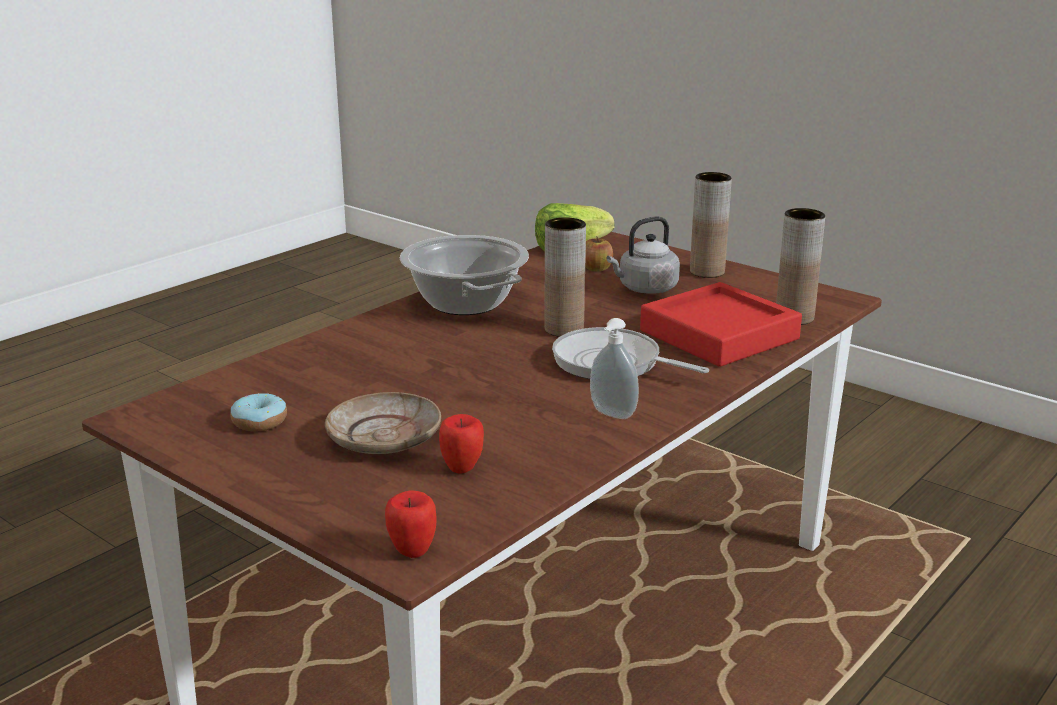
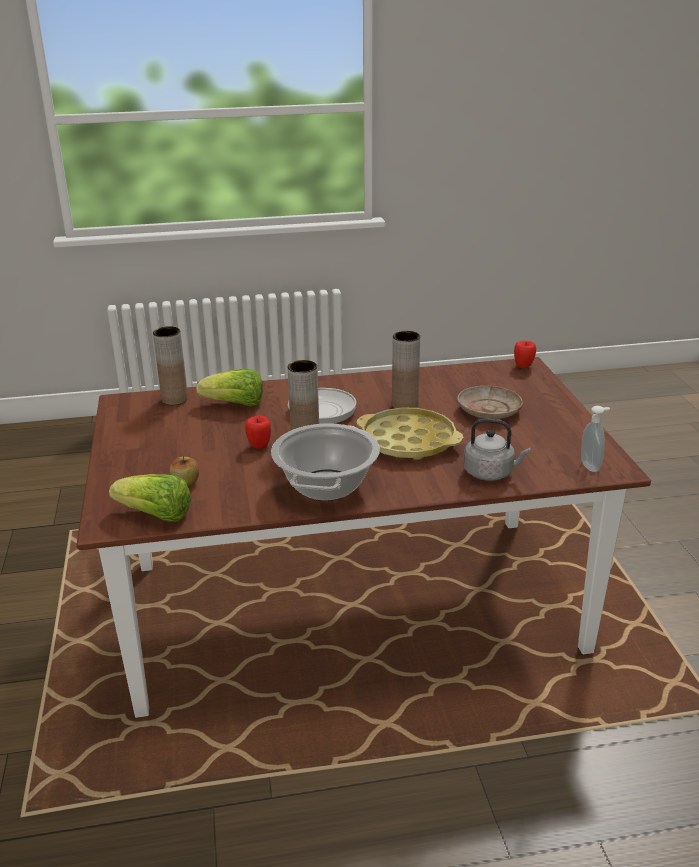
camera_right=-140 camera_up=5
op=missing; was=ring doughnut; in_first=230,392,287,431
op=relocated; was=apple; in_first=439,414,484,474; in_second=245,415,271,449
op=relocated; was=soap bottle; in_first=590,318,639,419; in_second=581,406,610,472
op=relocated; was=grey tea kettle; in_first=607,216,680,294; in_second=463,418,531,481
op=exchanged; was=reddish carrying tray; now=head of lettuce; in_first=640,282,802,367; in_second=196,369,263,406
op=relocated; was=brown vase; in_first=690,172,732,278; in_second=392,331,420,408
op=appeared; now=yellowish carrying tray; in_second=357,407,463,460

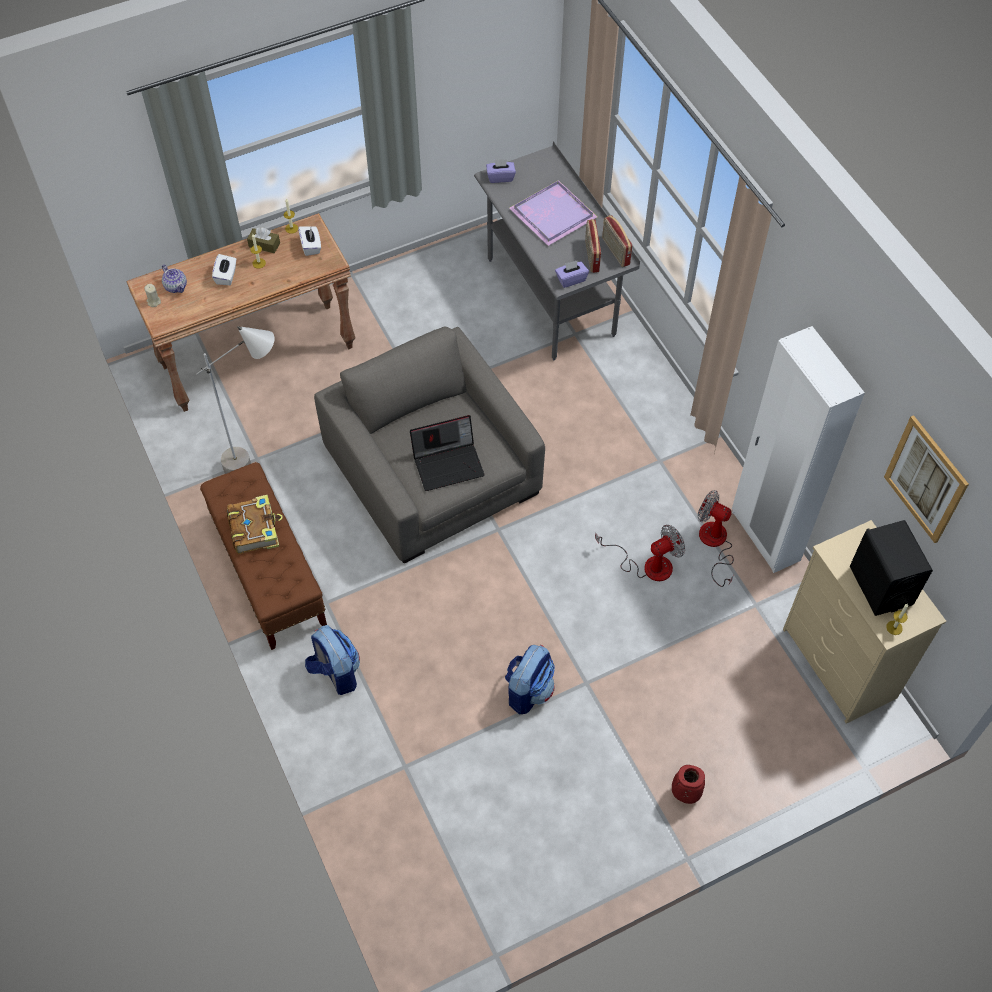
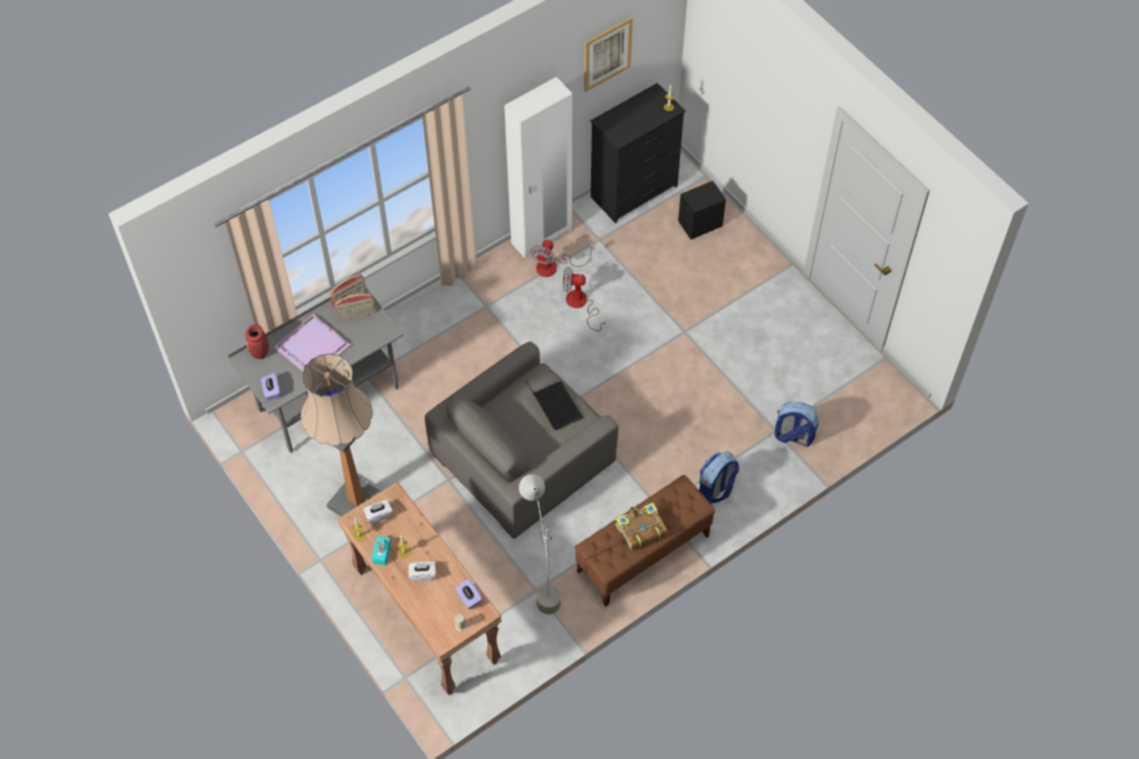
camera_right=-100 camera_up=0
op=missing; was=pot for tea; in_first=162,265,187,293
op=colour; was=brown tissue box; now=blue-green tissue box; in_first=247,227,280,253; in_second=372,536,391,565
op=relocated; was=knapsack; in_first=505,645,555,714; in_second=775,402,819,447
op=relocated; was=purple-coloured tissue box; in_first=555,261,589,288; in_second=455,578,482,609
op=spun; was=electric fan; in_first=595,525,685,581; in_second=563,266,606,331; clockwise=-45
op=relocated; was=reddish vase; in_first=672,765,705,804; in_second=246,324,269,359
op=colour; was=beige drawer chest; now=blackish drawer chest; in_first=783,520,946,724; in_second=591,83,685,224
op=relocated; was=blackish loudspeaker; in_first=850,520,933,616; in_second=678,181,726,239
op=appeared; now=standard lamp; in_second=301,353,382,516

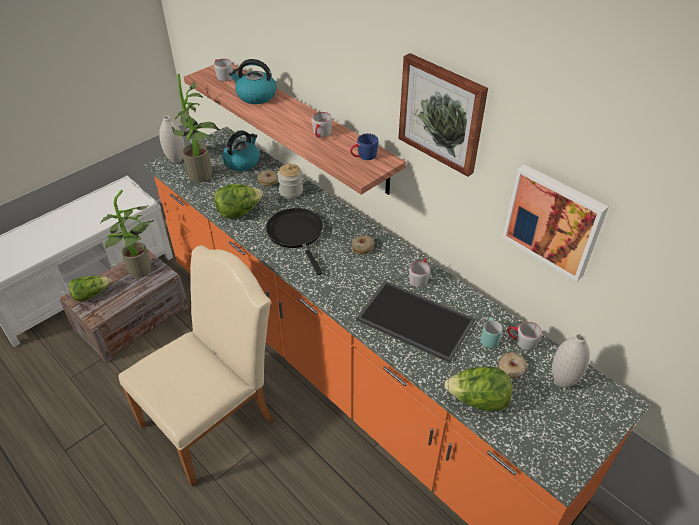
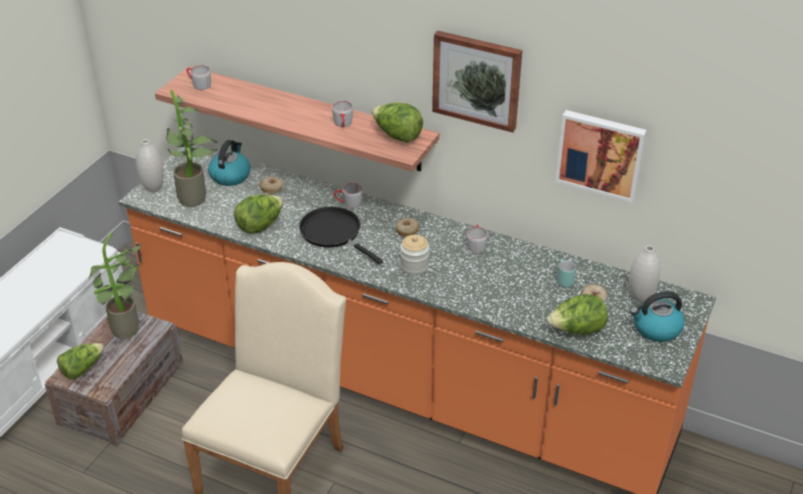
camera_right=-20 camera_up=-5
op=relocated; was=tea kettle; in_first=229,59,277,104; in_second=630,291,685,342
op=relocated; was=preserve jar; in_first=278,164,303,198; in_second=400,235,429,276
op=exchanged; was=blue-coloured tea mug; now=head of lettuce; in_first=350,133,379,160; in_second=372,103,423,143
op=missing; was=carrying tray; in_first=356,281,475,363
op=relocated; was=grey tea mug; in_first=507,321,542,350; in_second=334,183,363,208

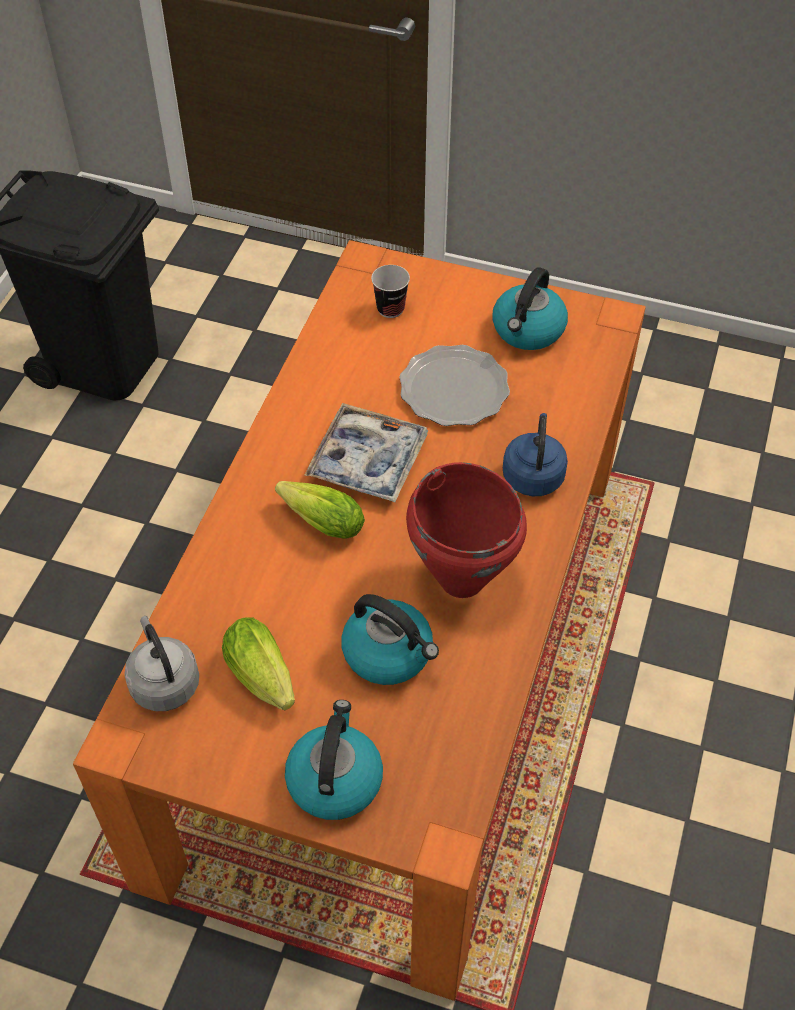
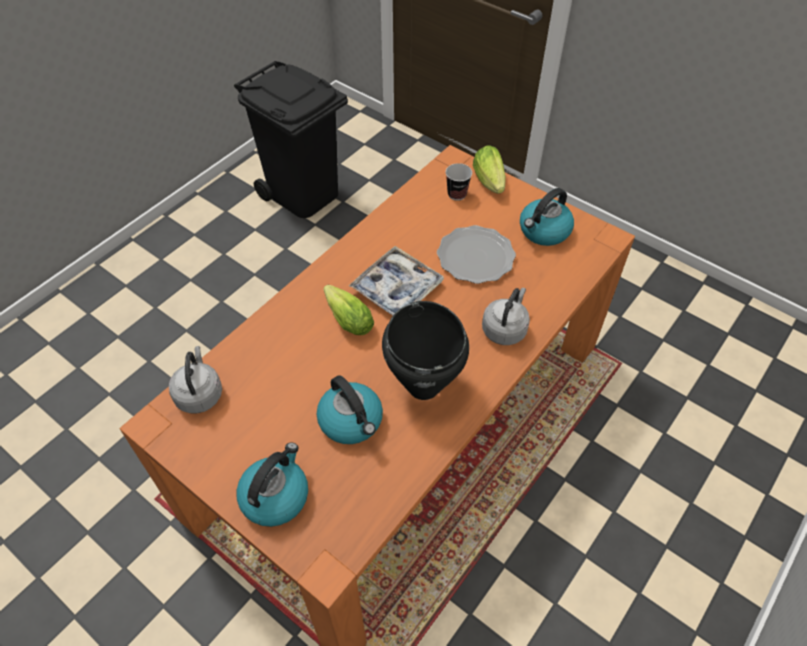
camera_right=20 camera_up=0
op=relocated; was=head of lettuce; in_first=222,617,295,710; in_second=473,145,506,194
op=colour; was=reddish saucepot; now=blackish saucepot; in_first=406,462,527,598; in_second=382,301,469,400
op=colour; was=blue-coloured tea kettle; now=grey tea kettle; in_first=503,413,568,496; in_second=482,288,530,345

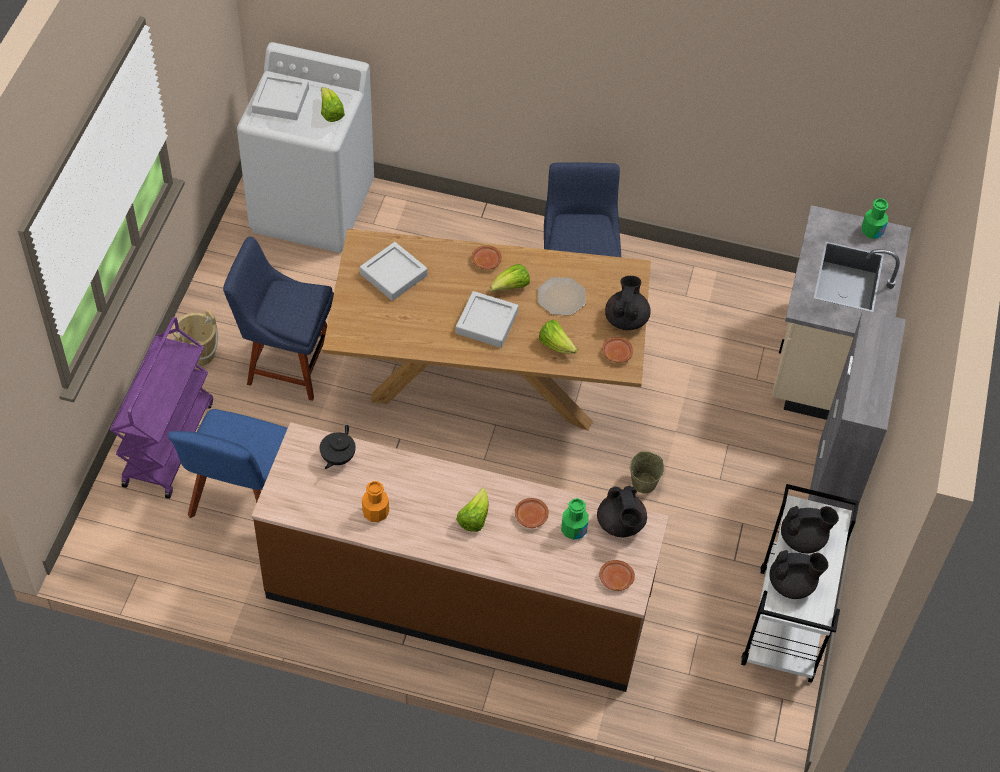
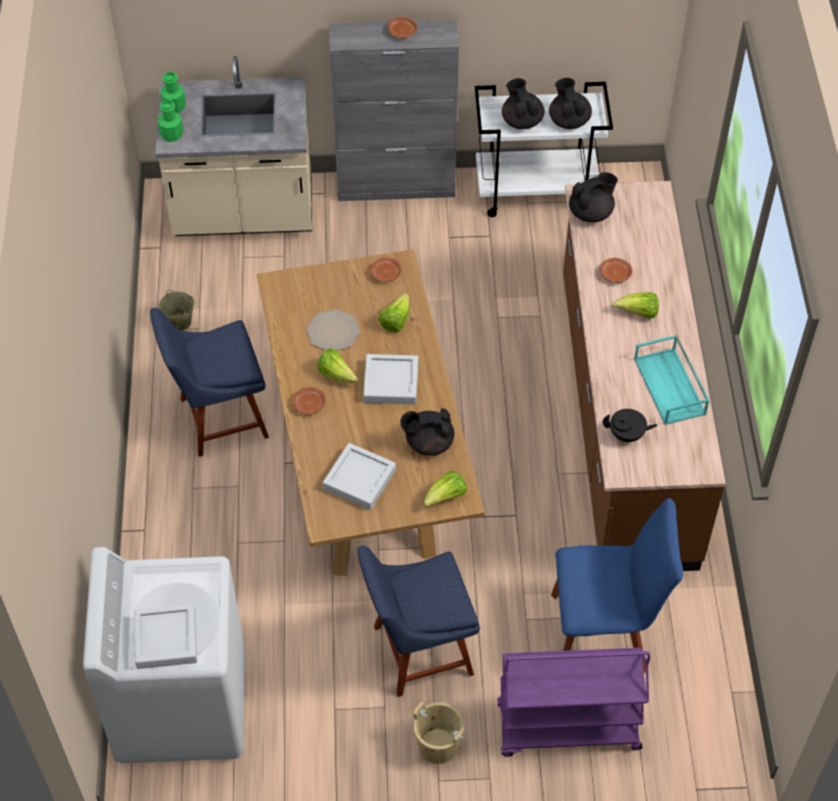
camera_right=-105 camera_up=0
op=spun; was=blue-coloured chair; in_first=223,236,334,401; in_second=357,546,480,697; clockwise=75
op=relocated; was=head of lettuce; in_first=321,87,345,122; in_second=424,471,467,507
op=exchanged; was=orange beverage bottle; now=blue-green carrying tray; in_first=362,481,389,522; in_second=634,335,710,425
op=relocated; was=green-coloured beverage bottle; in_first=561,498,589,540; in_second=158,100,183,142
op=relocated; was=brown plate; in_first=599,560,635,591; in_second=387,17,418,38
op=relocated; was=blackish pot for tea; in_first=605,276,651,330; in_second=400,408,454,456
op=relocated; was=beige pail; in_first=630,451,664,493; in_second=158,290,194,331

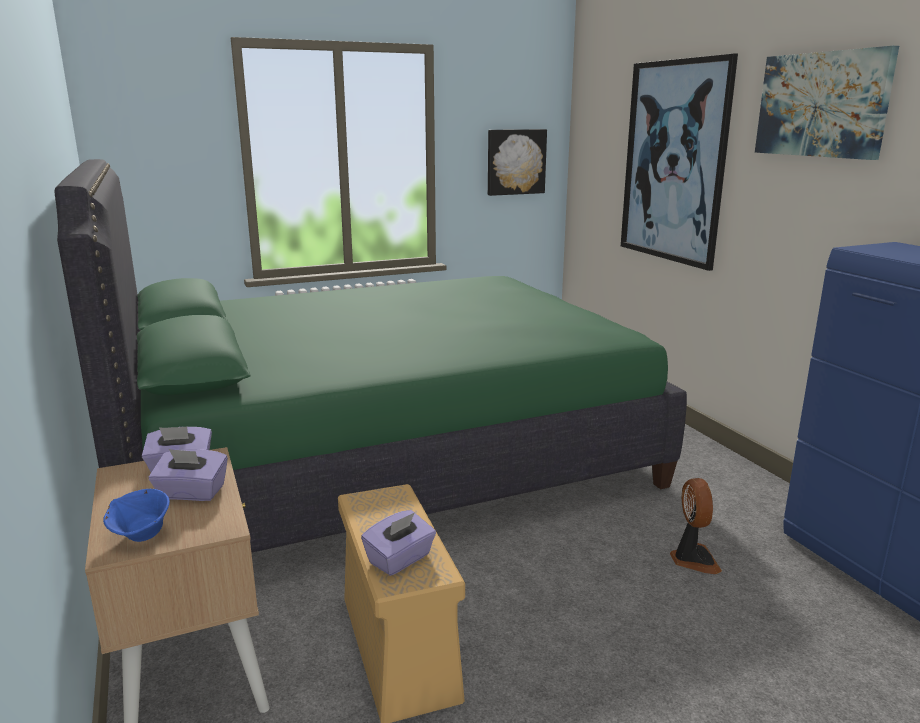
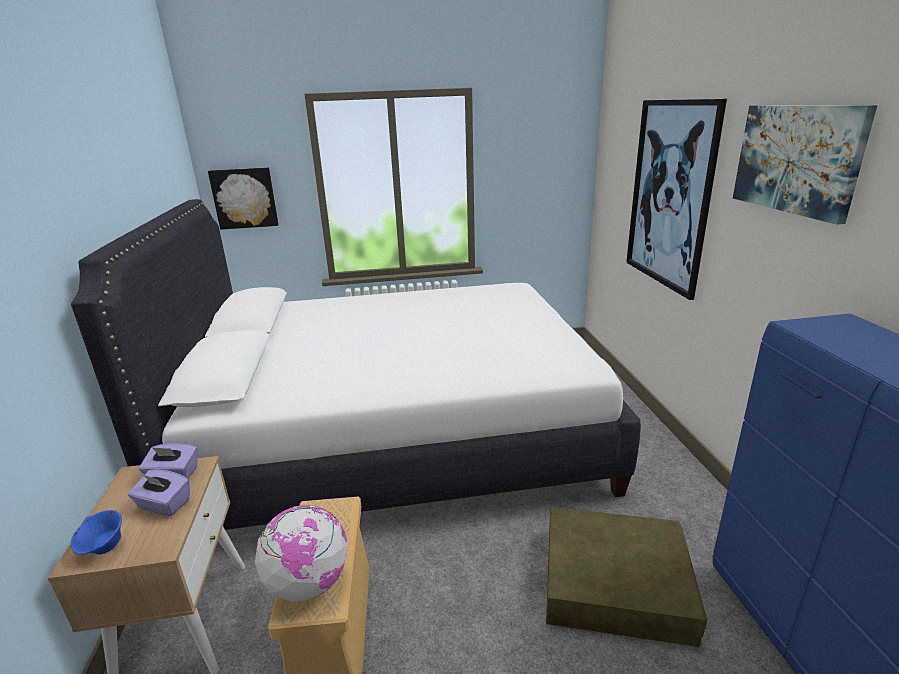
camera_right=15 camera_up=5
op=colour; was=green-coloured sleeping bed; now=white sleeping bed; in_first=54,159,687,553; in_second=71,199,641,530
op=exchanged; was=purple-coloured tissue box; now=desk globe; in_first=361,510,436,576; in_second=255,505,348,602
op=relocated; was=wall art; in_first=488,129,547,196; in_second=208,167,279,230
op=exchanged; was=electric fan; now=brown storage bin; in_first=670,478,722,574; in_second=546,507,707,647

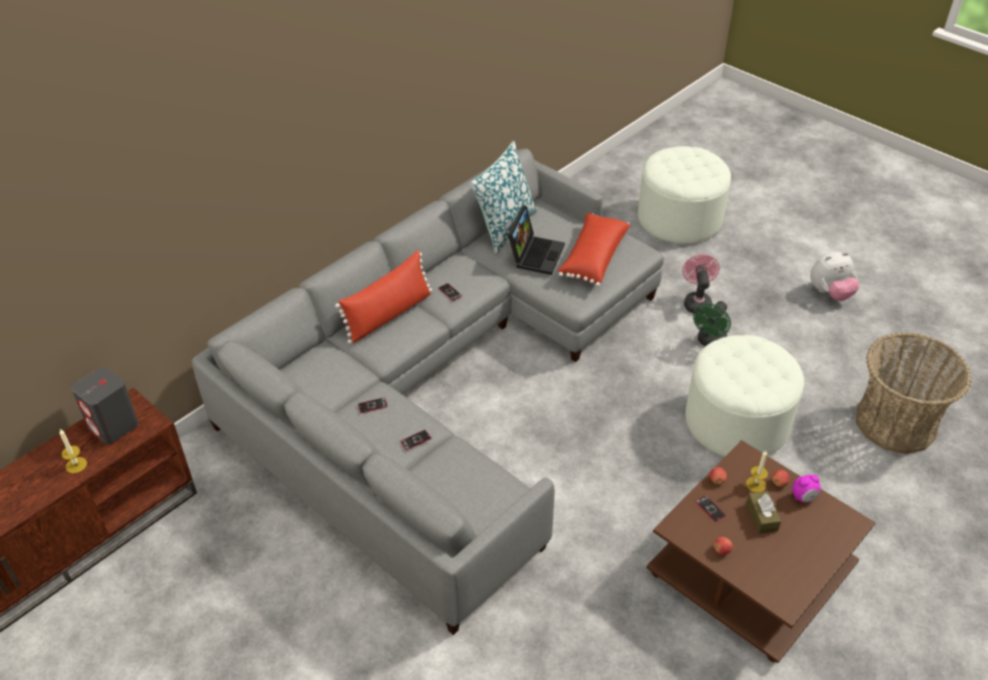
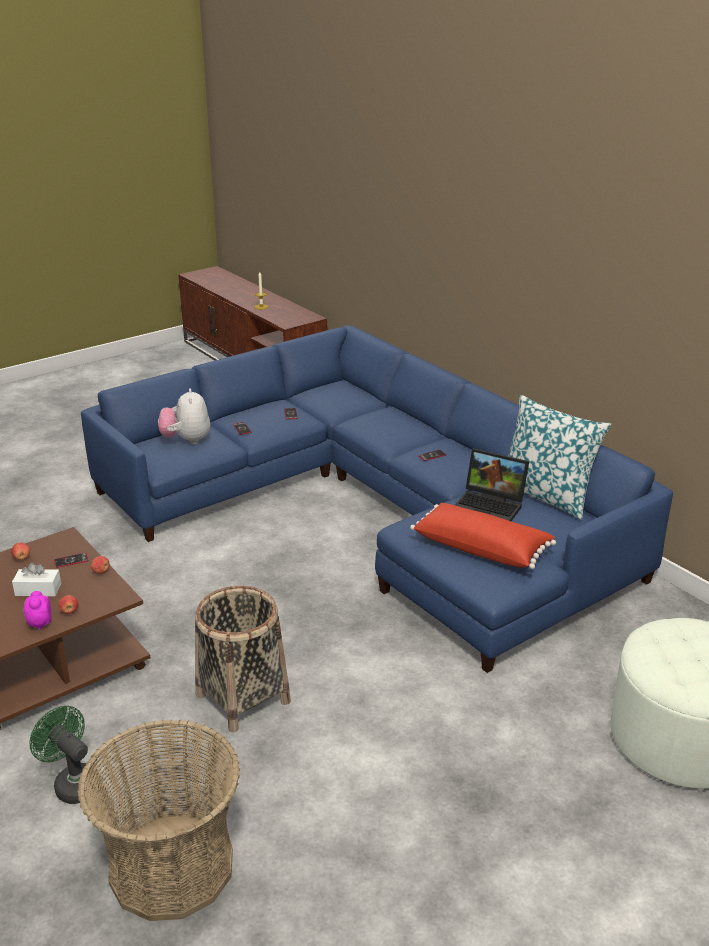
camera_right=100 camera_up=-15
op=missing; was=grey loudspeaker; in_first=71,367,139,444
op=colour; was=grey sofa; now=blue-coloured sofa; in_first=192,149,664,635; in_second=81,325,673,673
op=missing; was=reddish pillow; in_first=335,250,432,344
op=missing; was=pinkish electric fan; in_first=682,254,720,314
op=exchanged; was=white ottoman; now=storage basket; in_first=685,335,804,456; in_second=195,586,291,733
op=relocated; was=green-coloured electric fan; in_first=693,301,731,346; in_second=29,706,102,804
op=missing; was=wax light; in_first=746,450,768,493
op=colour; was=brown tissue box; now=white tissue box; in_first=746,491,781,534; in_second=12,562,61,596
op=relocated; was=plush toy; in_first=810,252,859,301; in_second=158,388,210,444

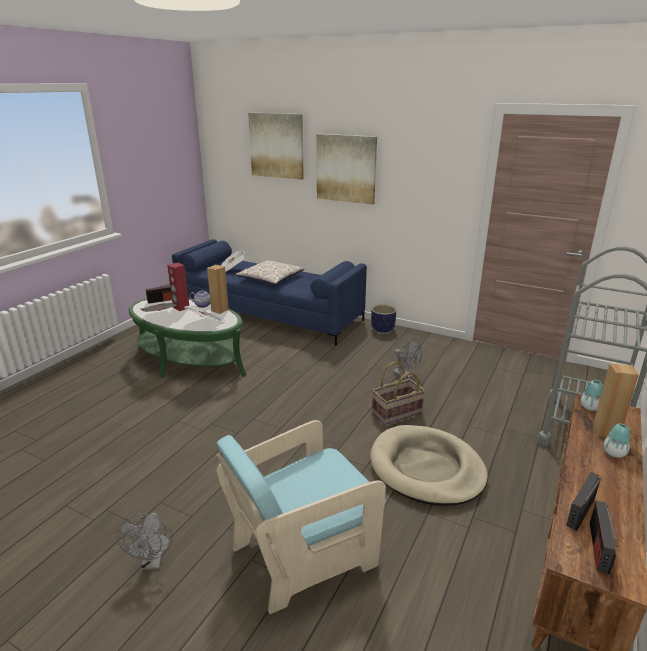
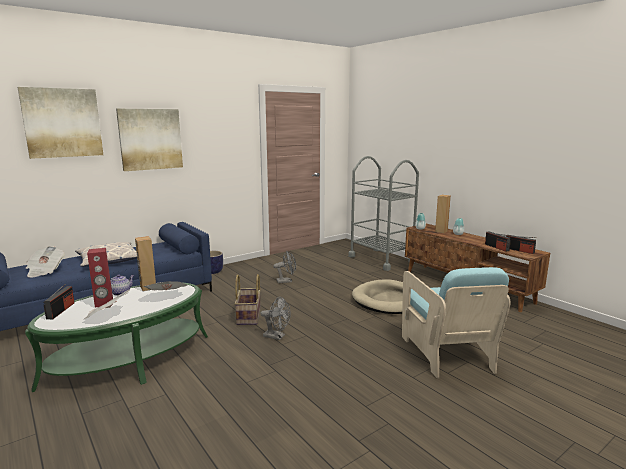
camera_right=-65 camera_up=-10
op=relocated; was=grey electric fan; in_first=117,513,173,570; in_second=260,297,291,340
op=relocated; was=storage basket; in_first=372,361,425,425; in_second=234,274,261,325

